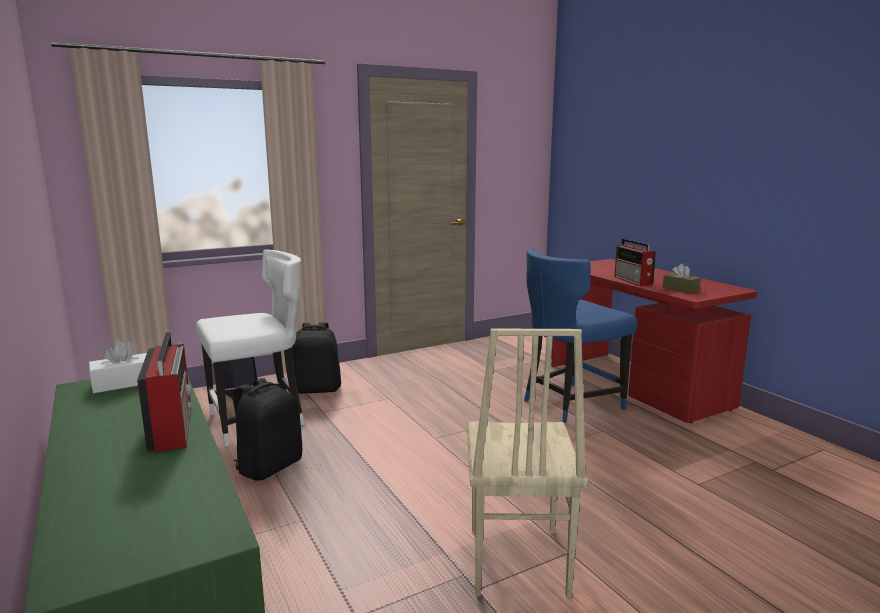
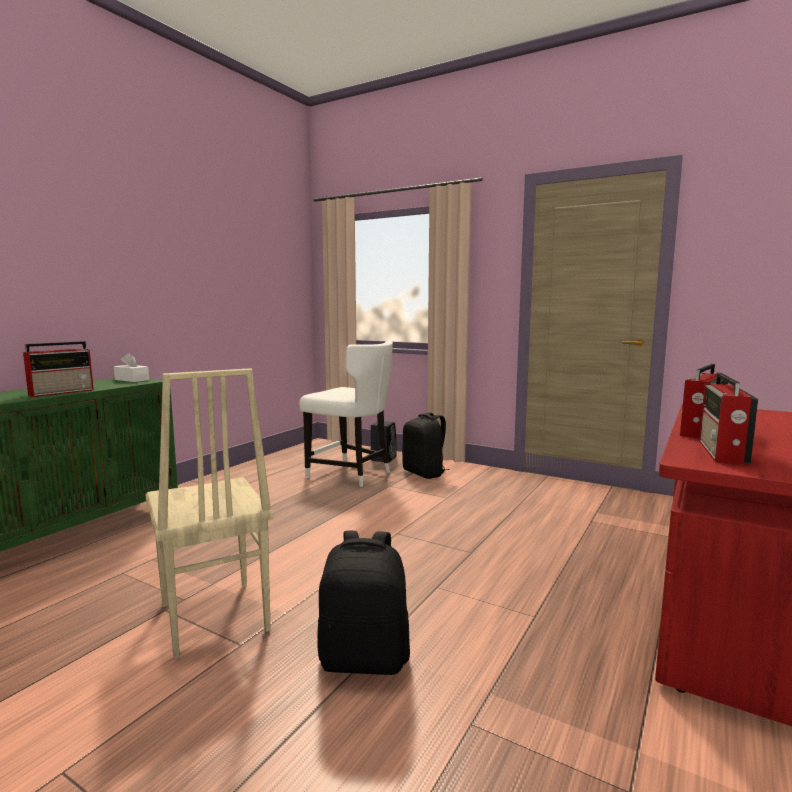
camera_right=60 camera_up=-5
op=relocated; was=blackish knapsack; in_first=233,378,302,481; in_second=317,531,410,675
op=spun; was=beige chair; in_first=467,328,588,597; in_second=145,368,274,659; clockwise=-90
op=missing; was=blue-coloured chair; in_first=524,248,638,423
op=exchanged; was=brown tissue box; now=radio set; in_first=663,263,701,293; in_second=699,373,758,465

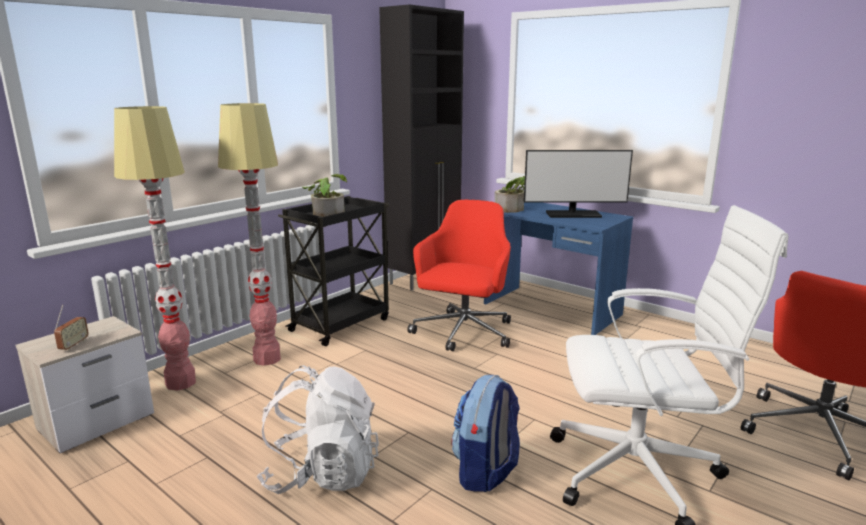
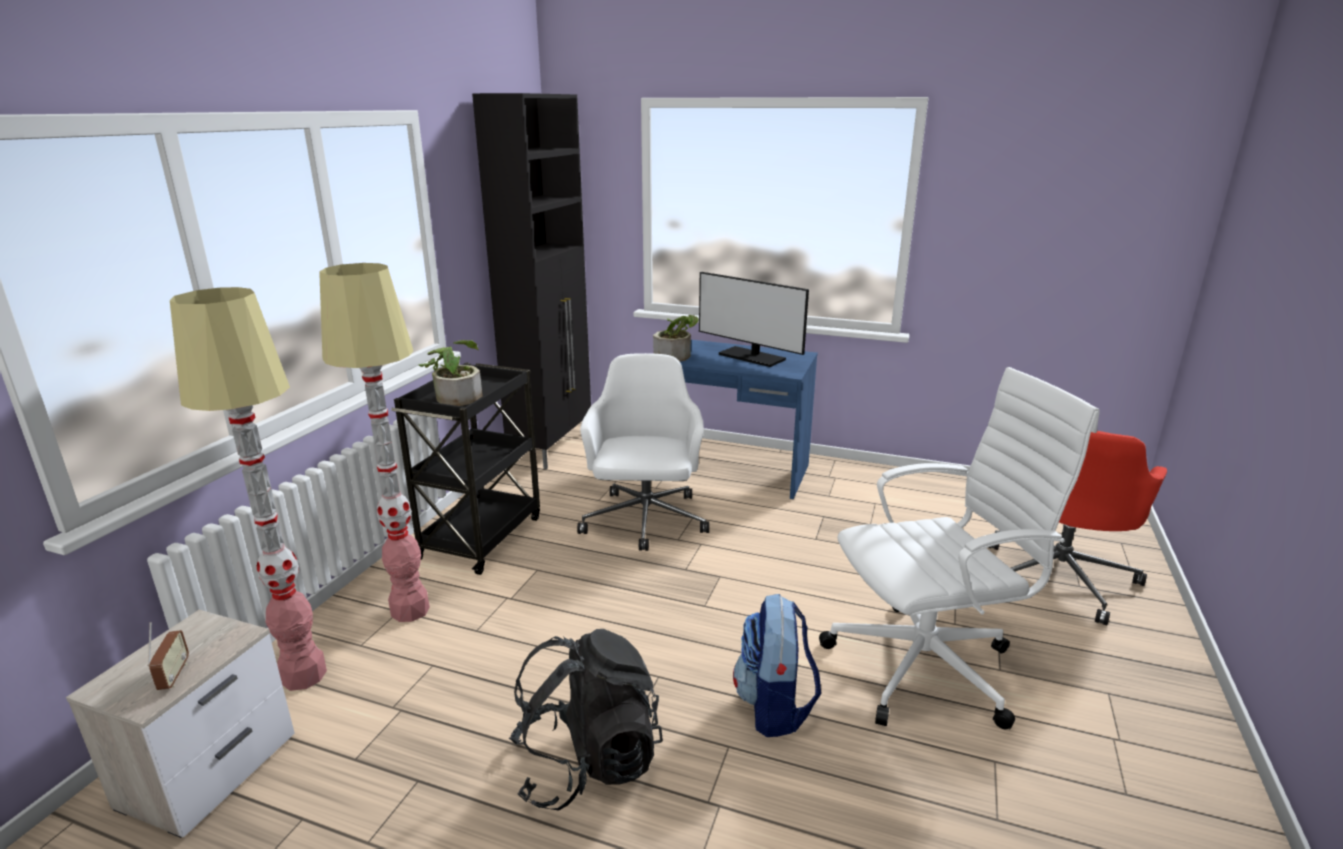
camera_right=-20 camera_up=5
op=colour; was=white knapsack; now=blackish knapsack; in_first=256,365,379,494; in_second=509,629,663,811
op=colour; was=reddish computer chair; now=white computer chair; in_first=407,200,511,351; in_second=577,353,709,551
op=spun; was=computer screen; in_first=524,150,633,218; in_second=699,272,809,367; clockwise=60

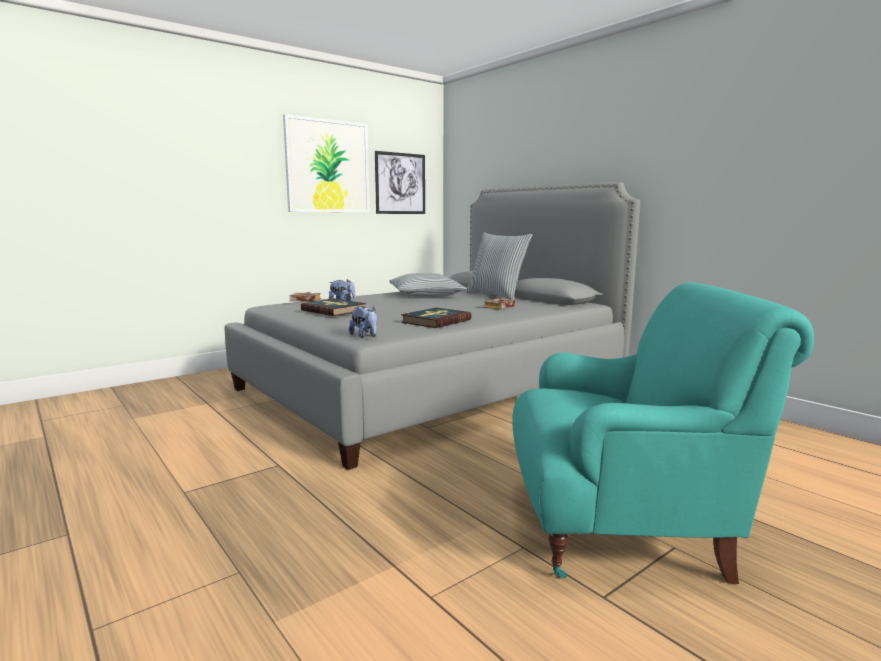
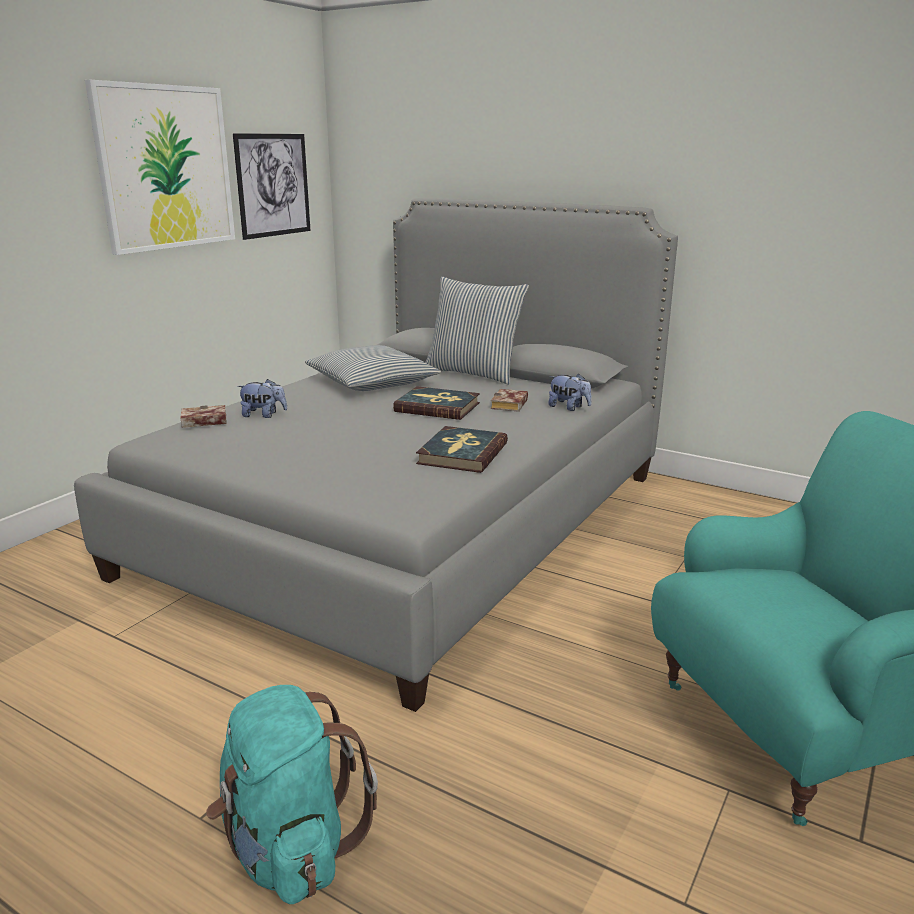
camera_right=-20 camera_up=10
op=relocated; was=book; in_first=301,299,366,316; in_second=393,386,480,420
op=relocated; was=plush toy; in_first=349,306,377,338; in_second=548,373,592,411
op=appeared; now=blue-green knapsack; in_second=206,685,378,904

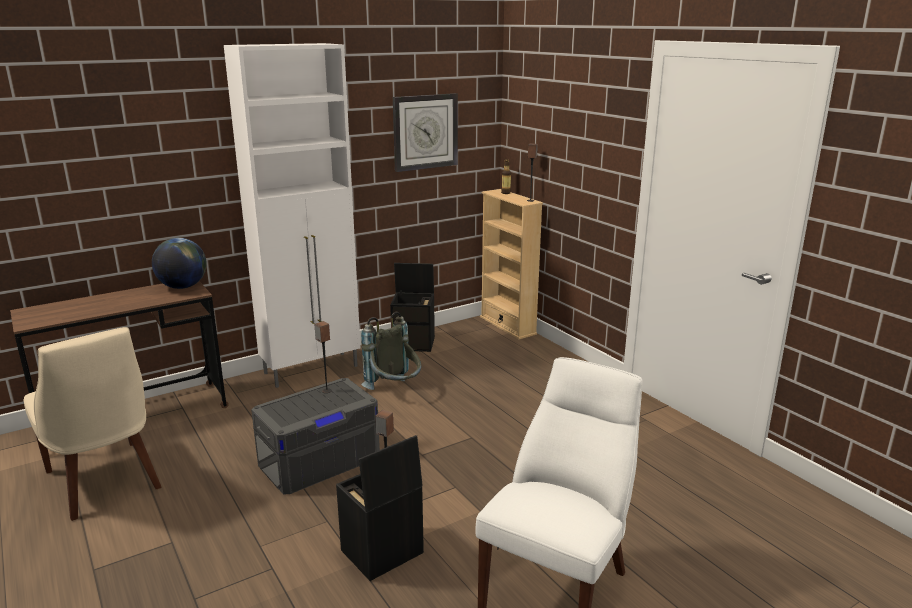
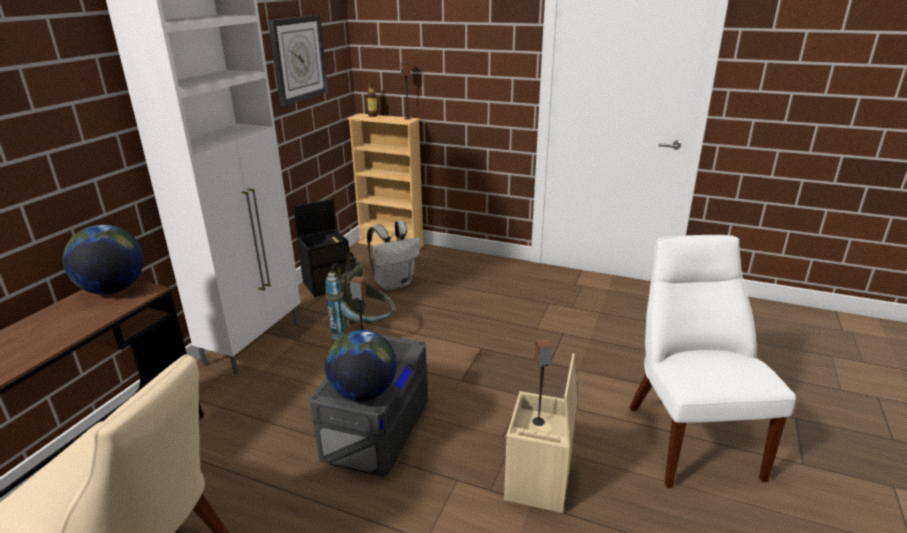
camera_right=-35 camera_up=5
op=colour; was=blackish storage bin; now=beige storage bin; in_first=336,435,424,581; in_second=504,353,578,513
op=appeared; now=desk globe; in_second=325,330,397,401
op=appeared; now=white knapsack; in_second=367,220,421,290

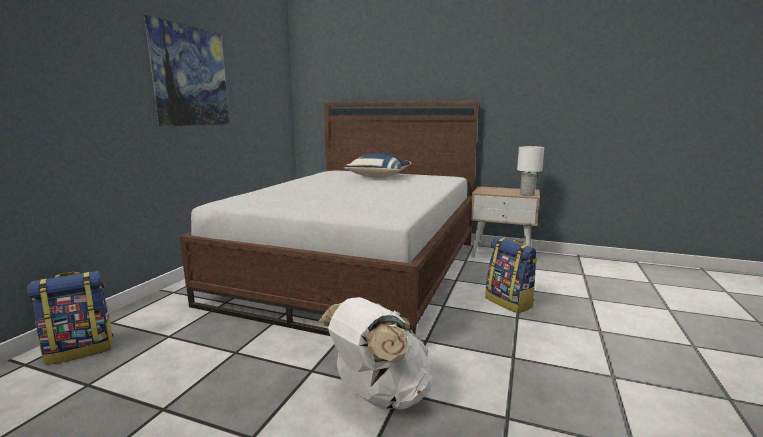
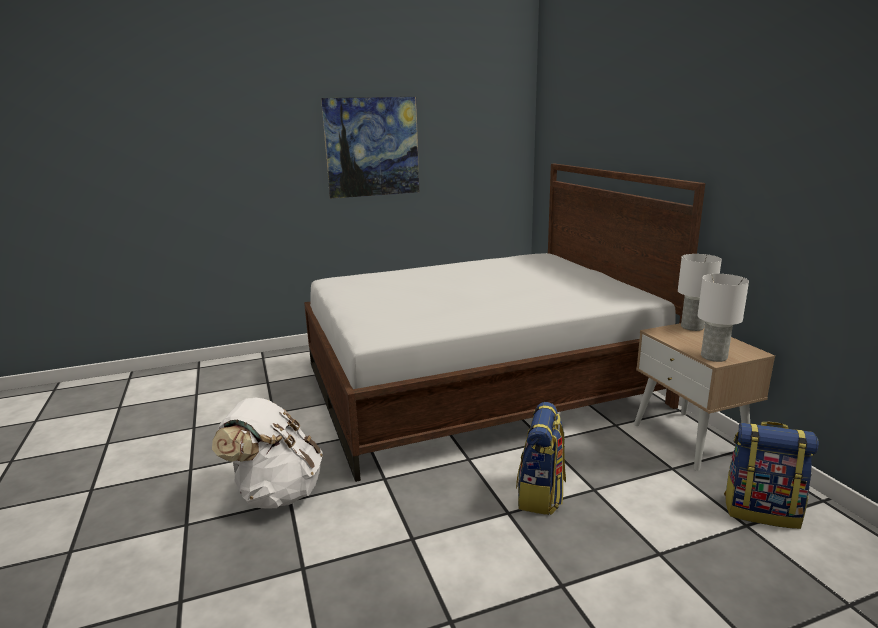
camera_right=50 camera_up=5
op=relocated; was=knapsack; in_first=27,271,113,365; in_second=724,421,819,529
op=missing; was=blue-coloured pillow; in_first=344,153,412,178
op=appeared; now=white table lamp; in_second=678,254,722,331

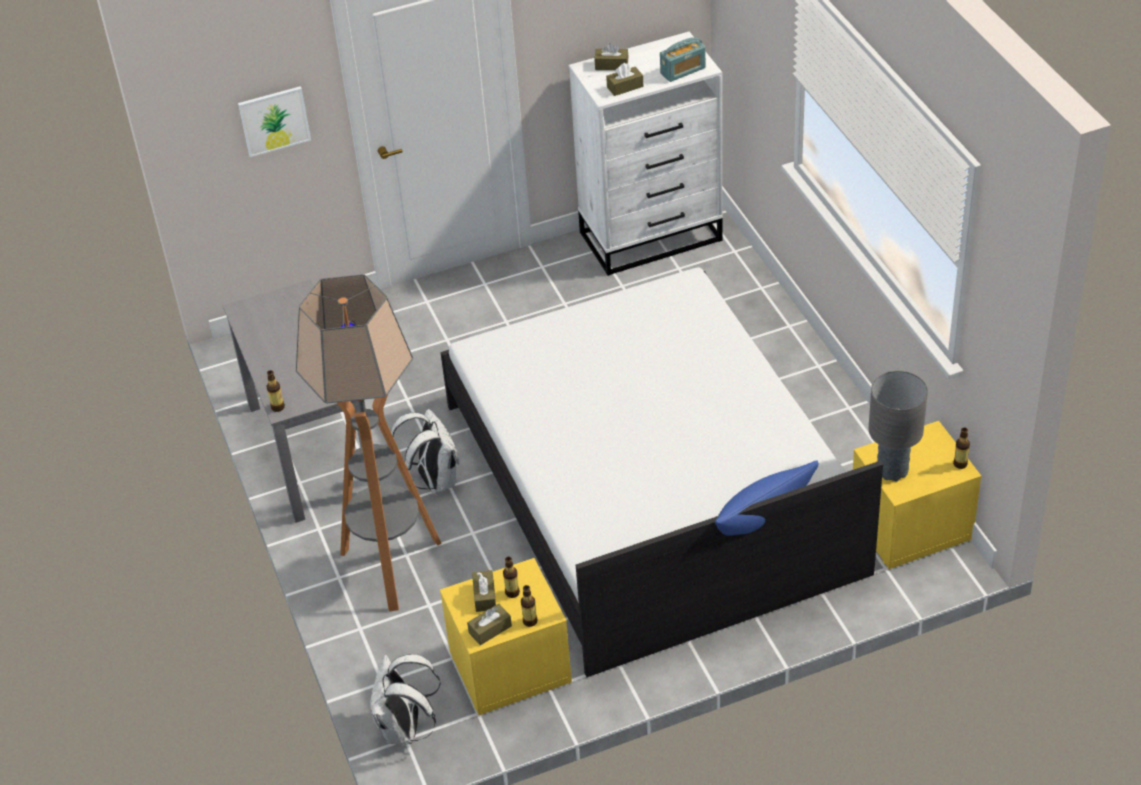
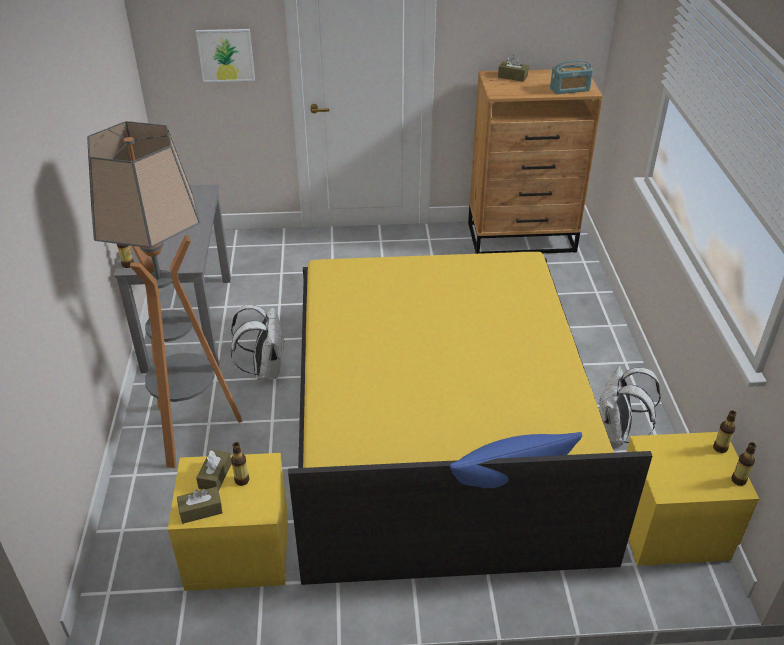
camera_right=15 camera_up=-5
op=relocated; was=white knapsack; in_first=371,654,441,745; in_second=598,366,661,445
op=colour; was=white sleeping bed; now=yellowish sleeping bed; in_first=440,267,883,677; in_second=288,252,652,585
op=relocated; was=beverage bottle; in_first=521,585,538,627; in_second=713,410,737,453
op=colour; was=white drawer chest; now=brown drawer chest; in_first=569,32,722,276; in_second=468,69,603,254
op=missing; was=brown tissue box; in_first=606,63,643,96
op=missing; was=grey table lamp; in_first=869,371,928,481

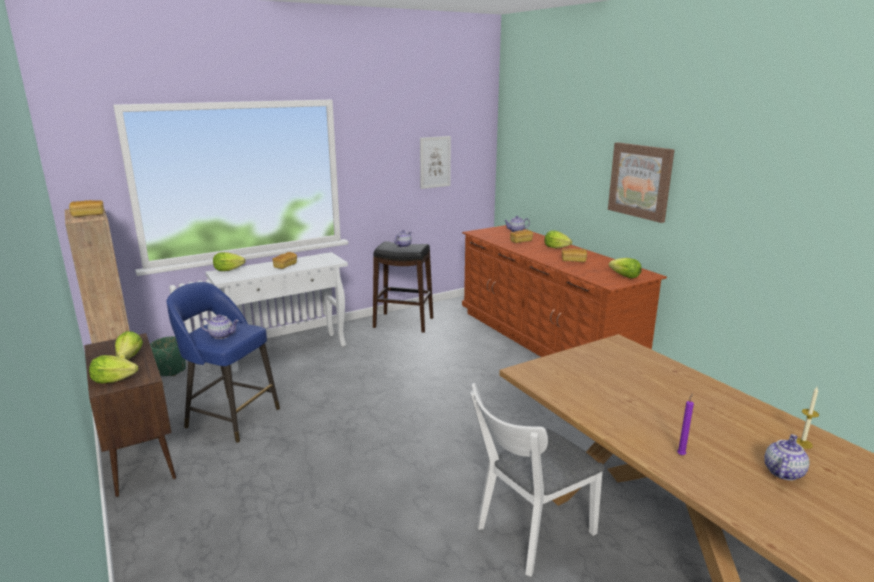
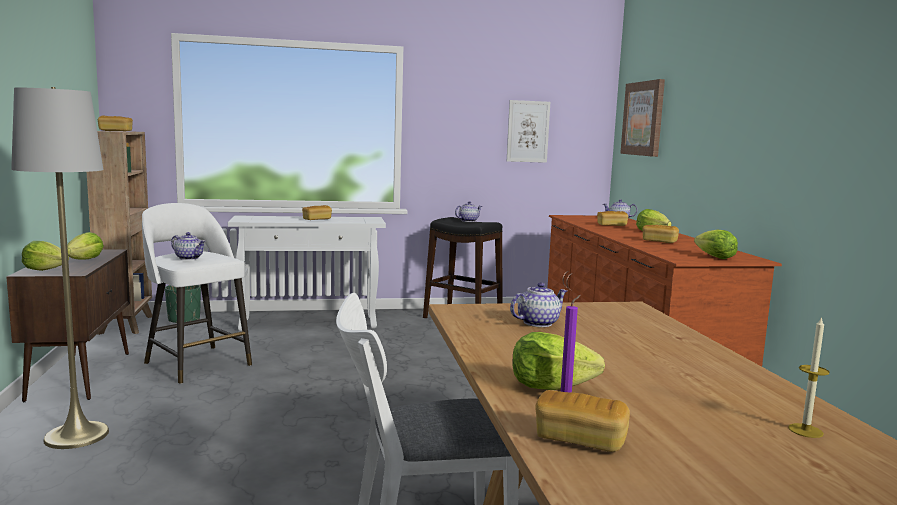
camera_right=20 camera_up=-10
op=colour; was=blue-coloured sitting stool; now=white sitting stool; in_first=167,282,280,443; in_second=142,203,252,384
op=relocated; was=head of lettuce; in_first=213,252,246,271; in_second=512,332,605,390
op=relocated; was=wall art; in_first=608,142,675,223; in_second=620,79,665,157
op=relocated; was=pot for tea; in_first=764,434,810,480; in_second=510,282,567,327
op=appeared; now=grey standard lamp; in_second=11,87,109,449
op=appeared; now=bread; in_second=535,390,630,452

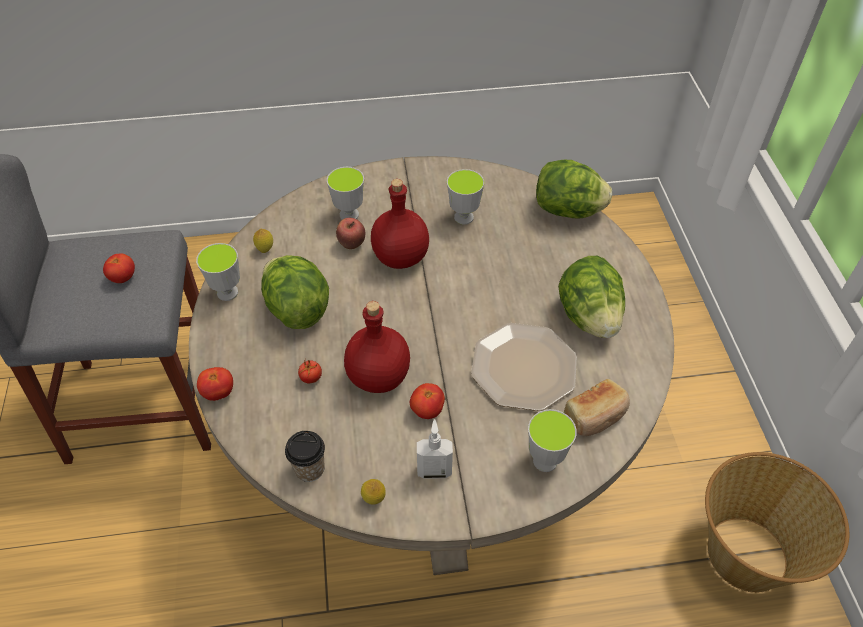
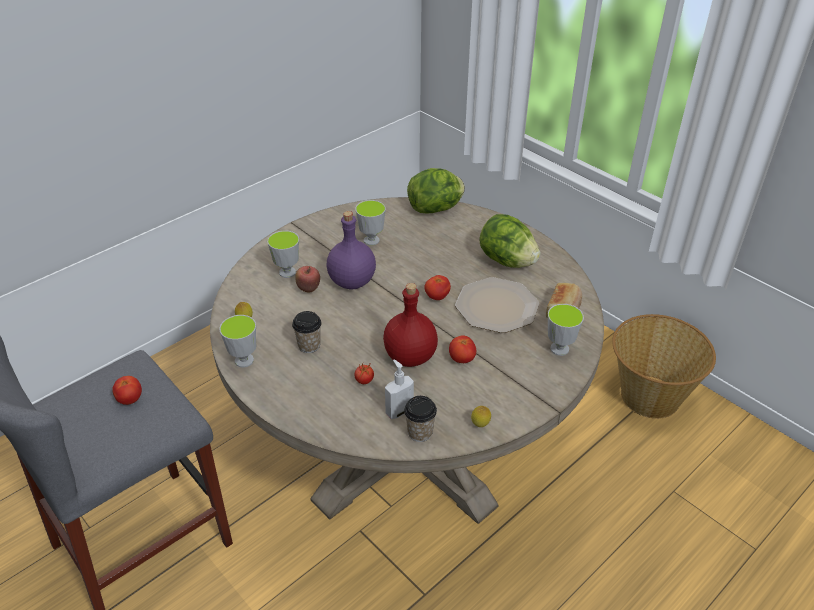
camera_right=-35 camera_up=-10
op=relocated; was=whole tomato; in_first=197,367,233,401; in_second=424,275,451,300
op=exchanged; was=head of lettuce; now=drinking cup; in_first=261,255,329,329; in_second=292,311,321,353
op=colour; was=reddish beverage bottle; now=purple-coloured beverage bottle; in_first=371,179,429,269; in_second=327,211,376,290
op=relocated; was=soap bottle; in_first=417,419,453,479; in_second=385,360,414,419

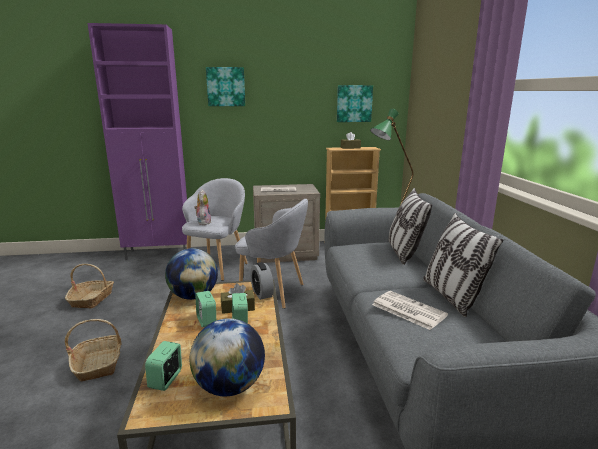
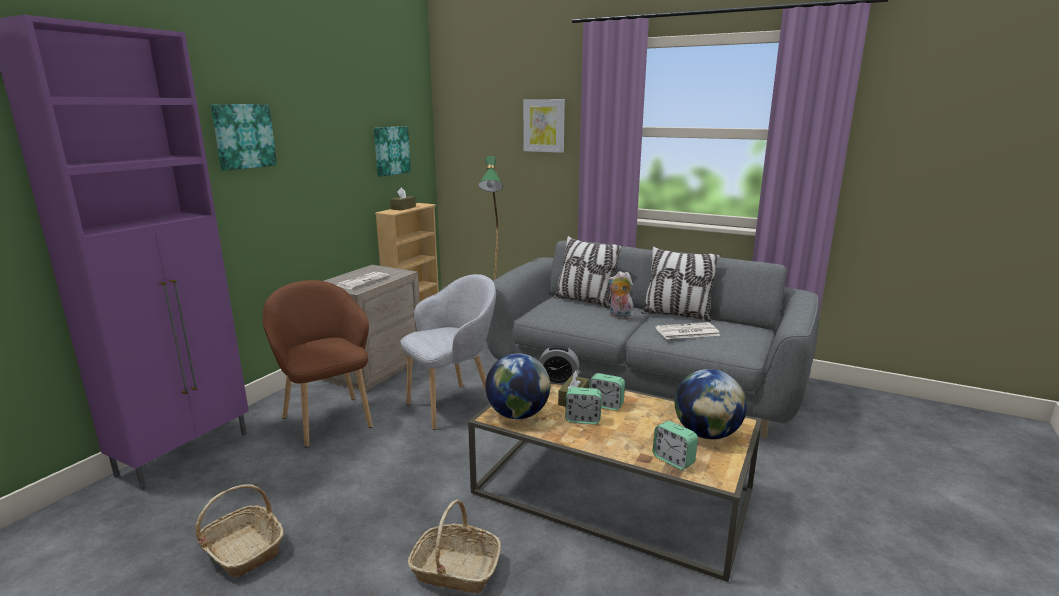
camera_right=-55 camera_up=0
op=colour; was=grey easy chair; now=brown easy chair; in_first=182,178,248,281; in_second=262,280,373,447
op=relocated; was=plush toy; in_first=194,189,211,225; in_second=608,271,633,320
op=appeared; now=wall art; in_second=523,99,565,153

